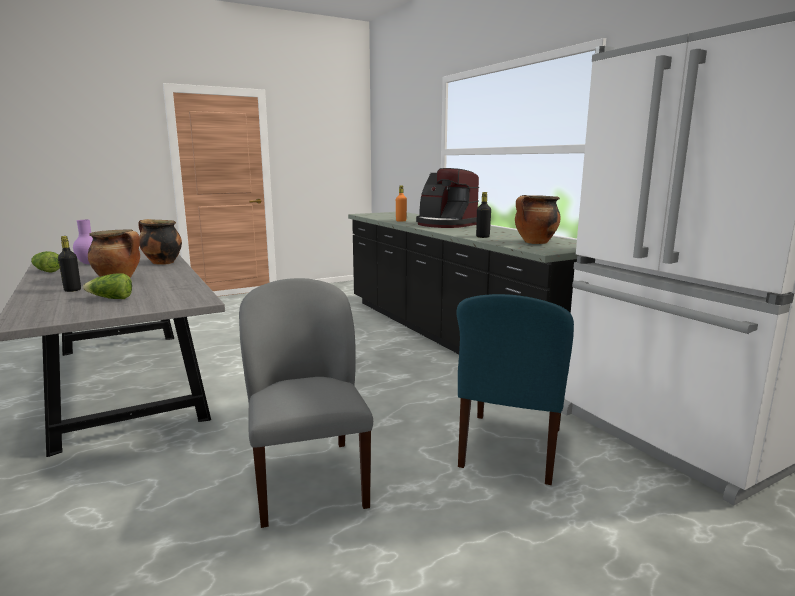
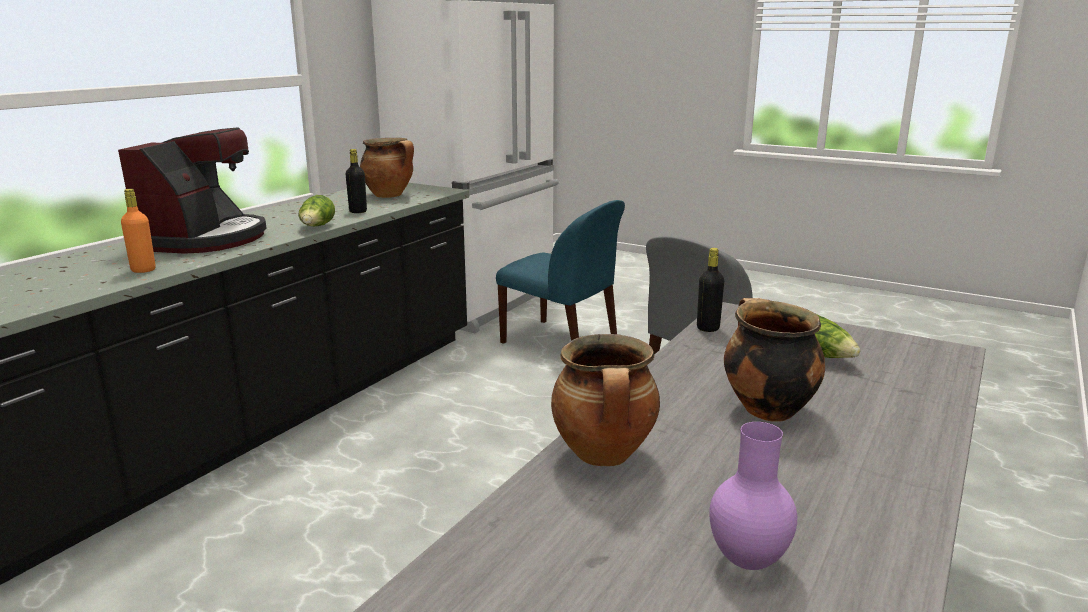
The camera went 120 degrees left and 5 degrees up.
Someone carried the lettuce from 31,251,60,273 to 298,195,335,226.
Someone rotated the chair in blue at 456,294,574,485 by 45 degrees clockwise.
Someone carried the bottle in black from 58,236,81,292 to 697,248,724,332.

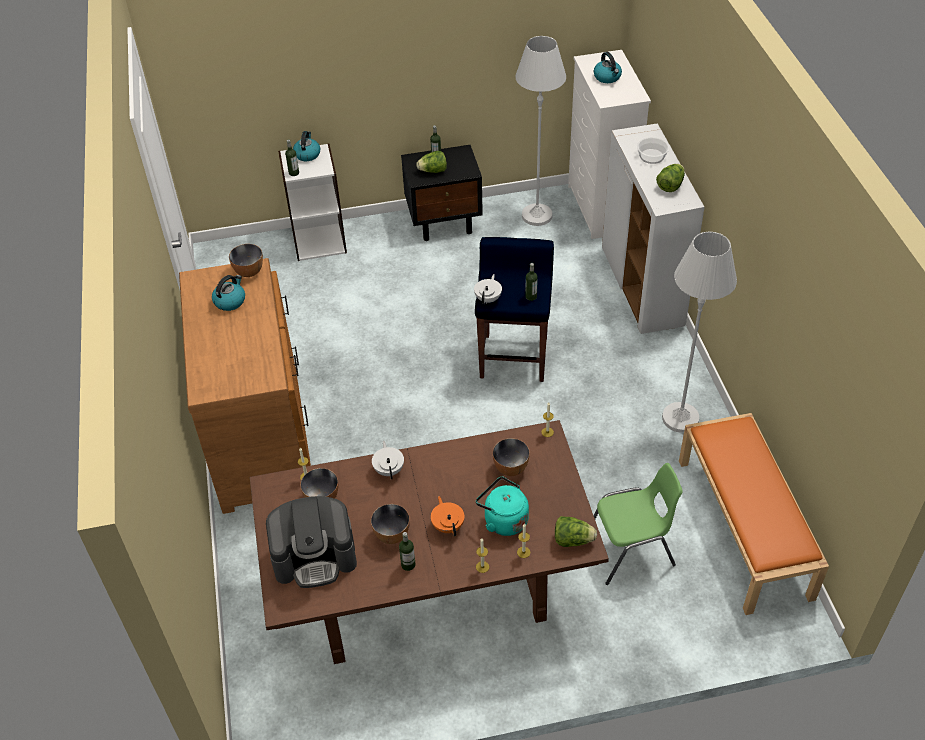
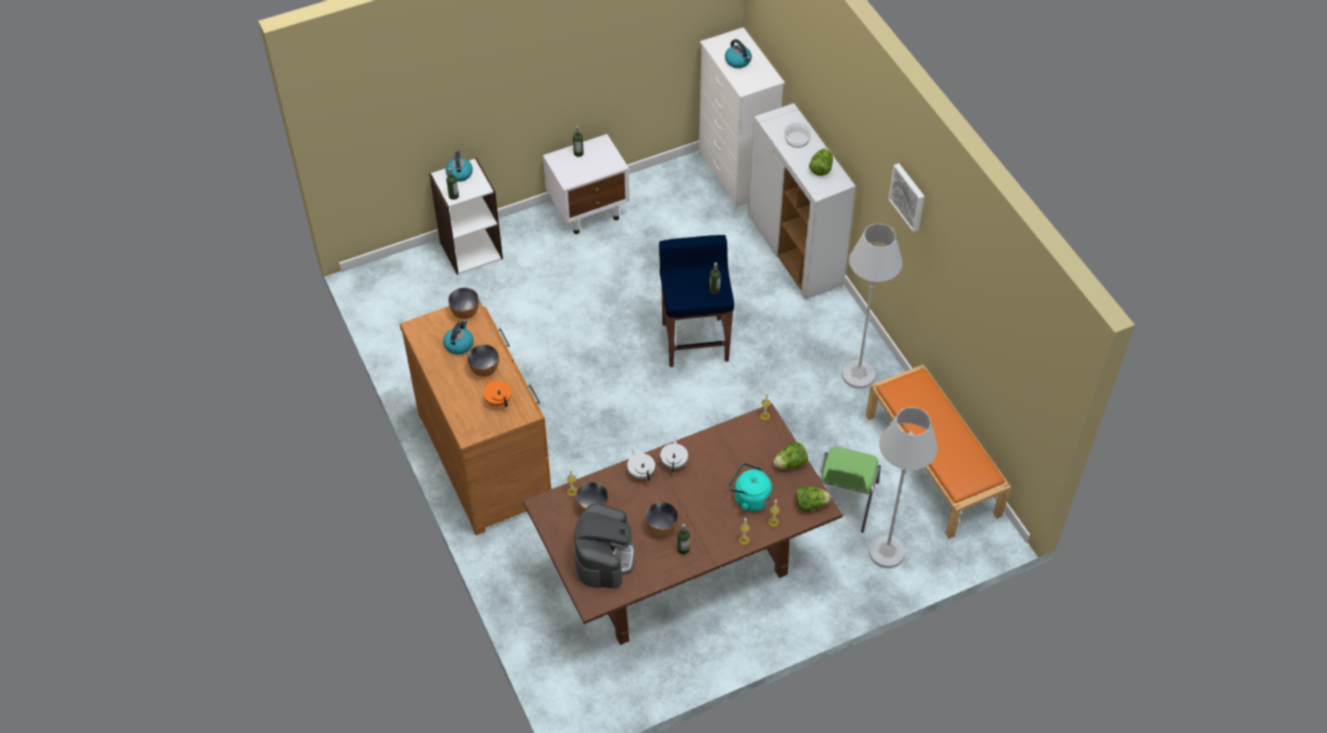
The camera went 15 degrees left and 5 degrees up.
Someone carried the bowl from 493,438,530,476 to 467,344,499,377.
Someone carried the teapot in orange from 431,496,464,536 to 483,377,511,407.
Someone repainted the nightstand in black at 401,145,483,241, which became the nightstand in white at 543,134,630,234.
Someone rotated the coffee machine at 266,496,357,588 by 60 degrees counterclockwise.
Someone carried the teapot in white from 474,274,502,304 to 660,437,688,472.
Someone carried the lettuce from 417,151,447,173 to 773,442,808,469.
Someone rotated the chair in green at 593,463,683,585 by 135 degrees clockwise.
Someone carried the floor lamp in white from 515,36,566,226 to 869,407,938,568.
Someone put up the picture at 888,163,925,232.

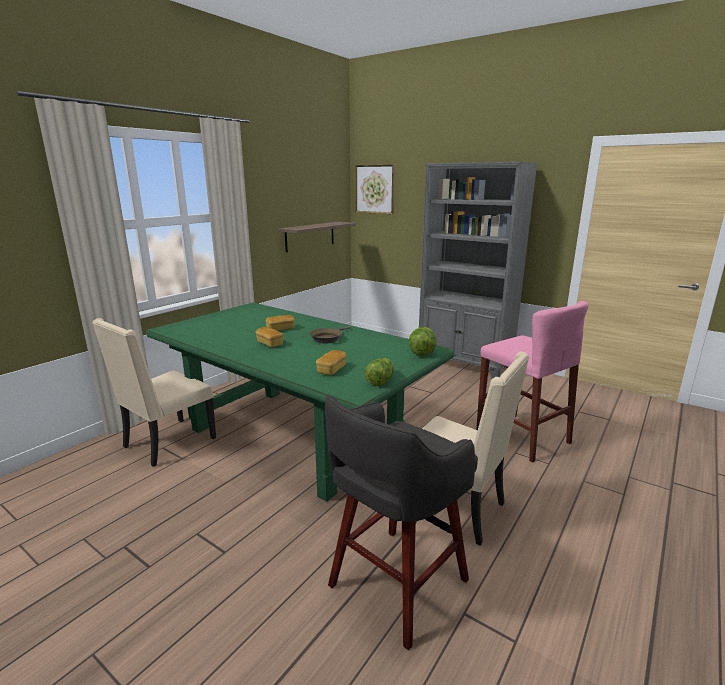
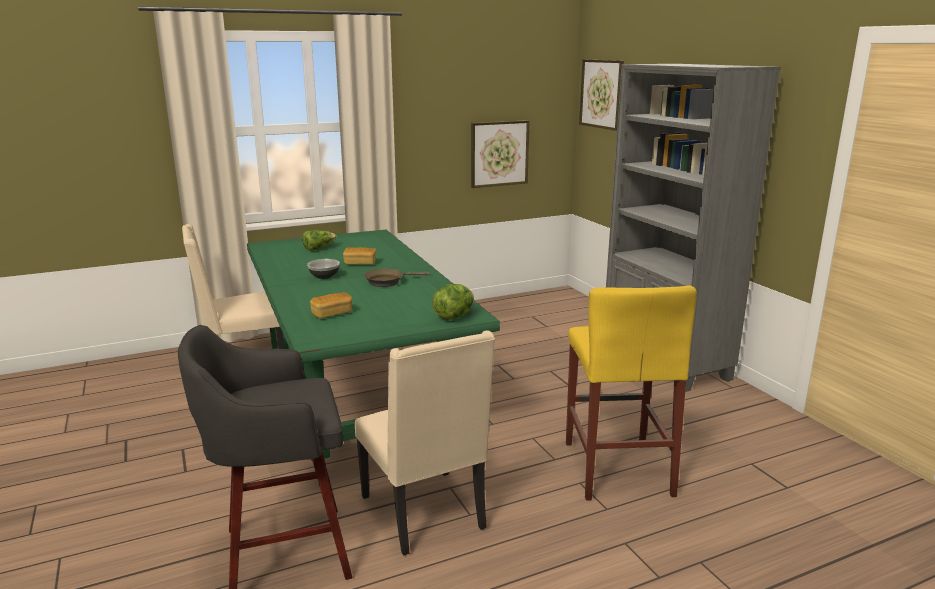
The camera went 30 degrees right and 0 degrees up.
Someone carried the lettuce from 364,358,394,386 to 302,230,337,251.
Someone swapped the bread at 255,327,283,347 for the bowl at 307,259,340,279.
Someone swapped the shelf at 278,222,356,252 for the picture at 471,120,530,188.
Someone repainted the stool in pink at 476,301,589,463, which became the stool in yellow at 566,286,697,501.

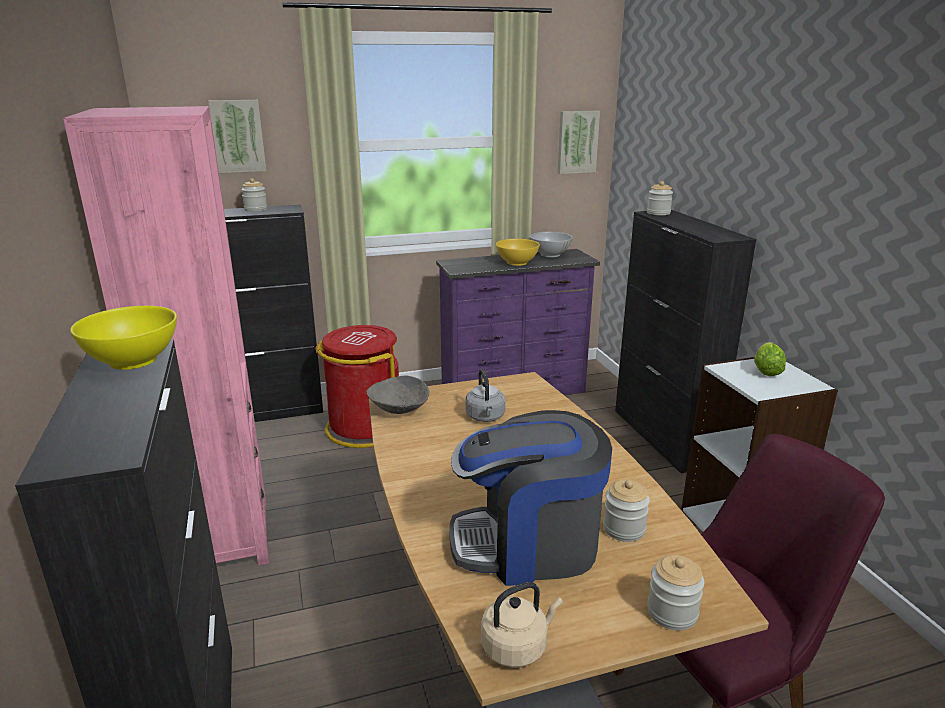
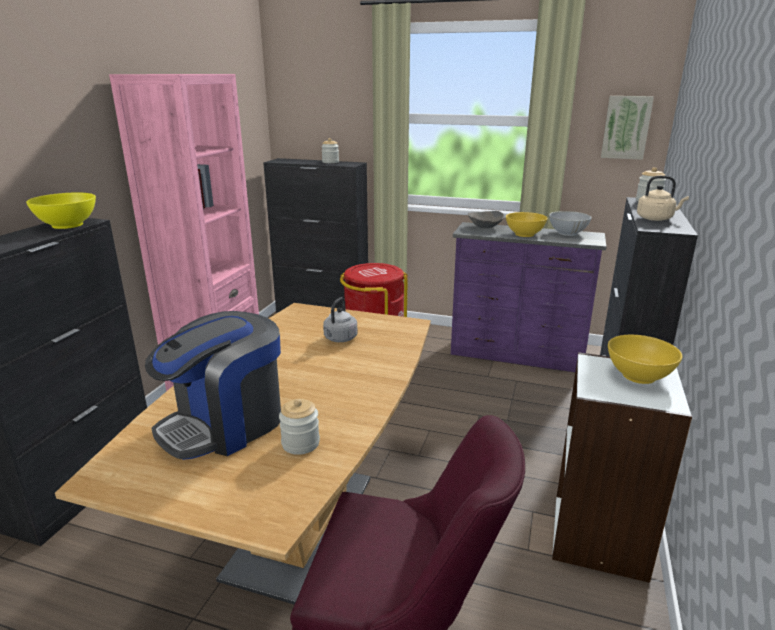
The camera went 35 degrees right and 0 degrees up.
Someone rotated the coffee machine at 449,410,612,586 by 75 degrees counterclockwise.
Someone carried the bowl in grey from 366,376,430,414 to 468,211,504,229.
Someone swapped the lettuce at 754,342,786,376 for the bowl in yellow at 608,335,682,384.
Someone carried the kettle in beige from 481,582,563,668 to 637,176,689,221.
Someone took away the picture at 208,100,266,173.
Someone took away the jar at 647,555,704,630.

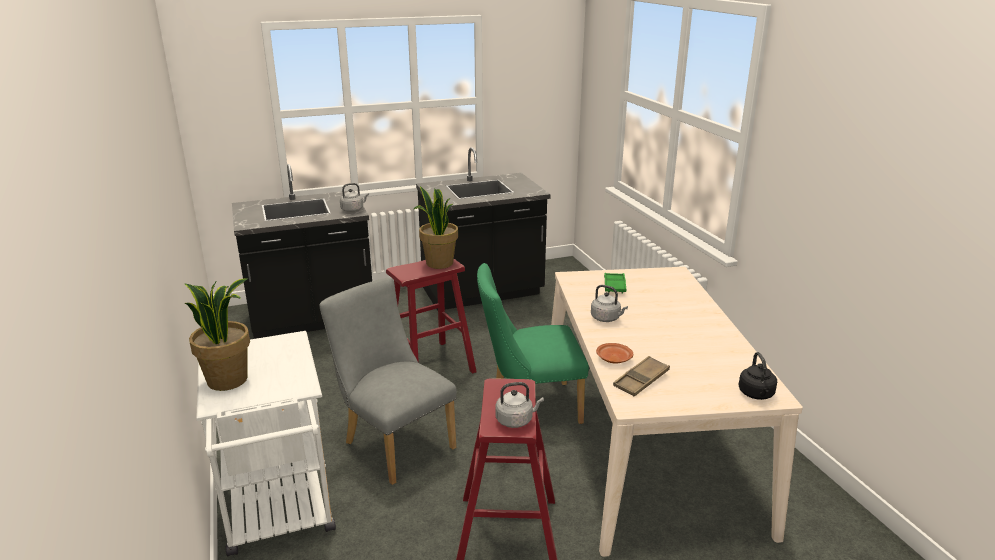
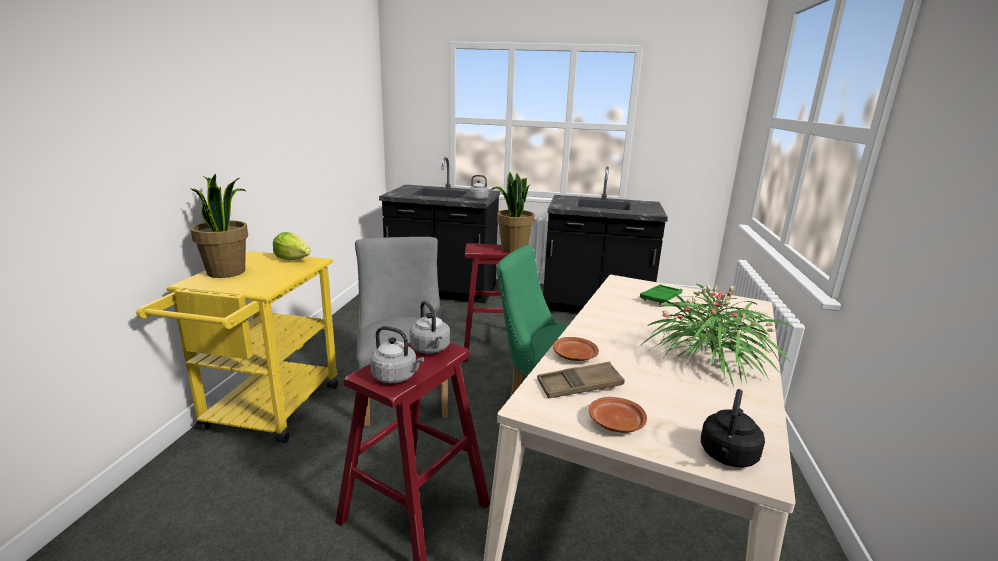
The camera went 30 degrees right and 5 degrees down.
Someone repainted the cart in white at 196,331,336,556, which became the cart in yellow at 136,251,338,443.
Someone put down the lettuce at 273,232,311,261.
Someone carried the kettle in grey from 591,285,628,322 to 409,301,450,354.
Someone put down the plate in brown at 589,397,647,433.
Someone put down the potted plant at 639,284,794,388.

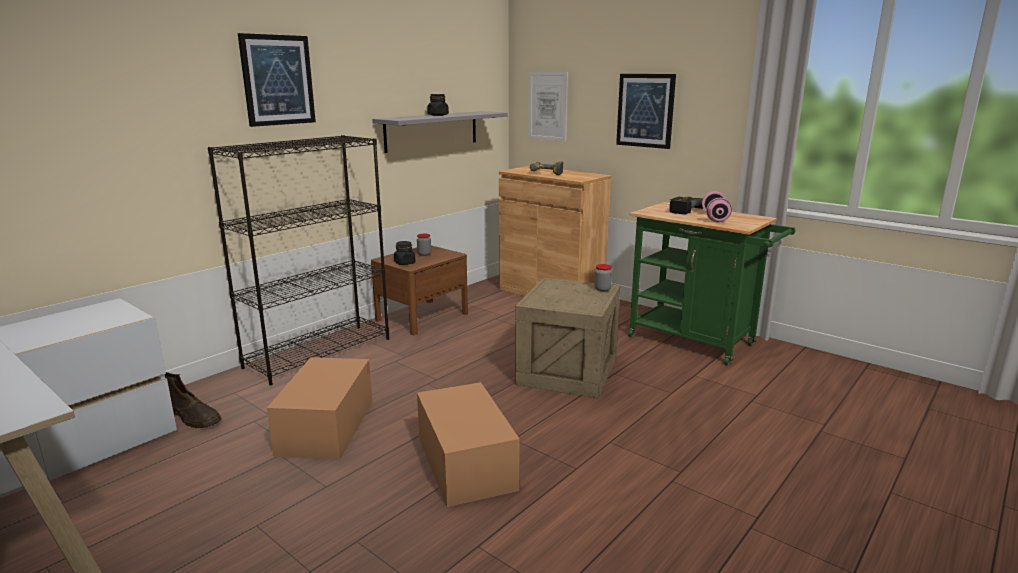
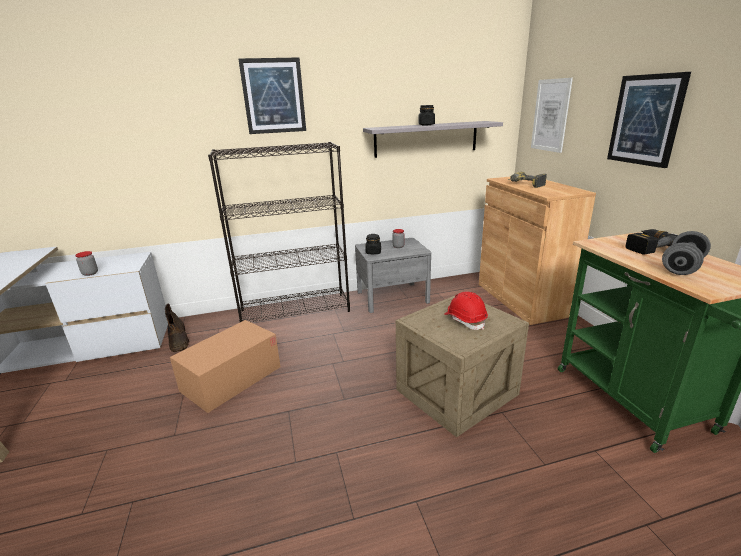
The camera went 35 degrees right and 5 degrees up.
Someone carried the jar from 594,264,612,291 to 75,251,98,276.
Someone repainted the nightstand in brown at 371,246,468,335, which became the nightstand in grey at 355,238,431,313.
Someone put down the hard hat in red at 444,292,488,330.
Someone repainted the dumbbell in pink at 702,191,732,222, which became the dumbbell in grey at 662,231,711,275.
Someone took away the cardboard box at 417,382,520,507.

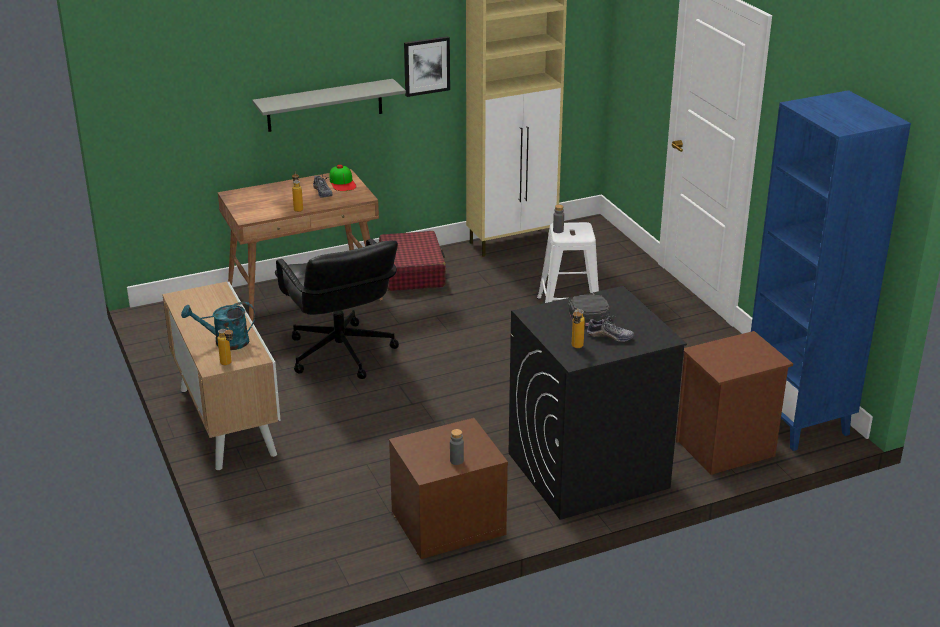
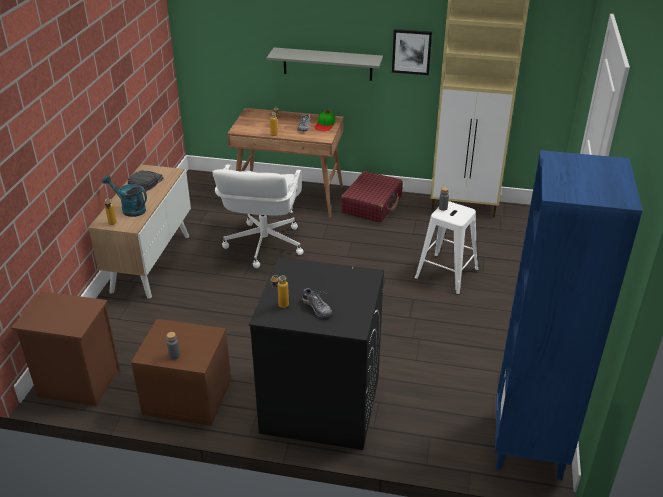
The camera went 35 degrees right and 5 degrees up.
Someone carried the nightstand in brown from 676,331,793,475 to 11,291,120,406.
Someone carried the cap in black from 568,294,610,326 to 127,170,164,192.
Someone repainted the office chair in black at 275,239,399,379, which became the office chair in white at 212,164,303,268.

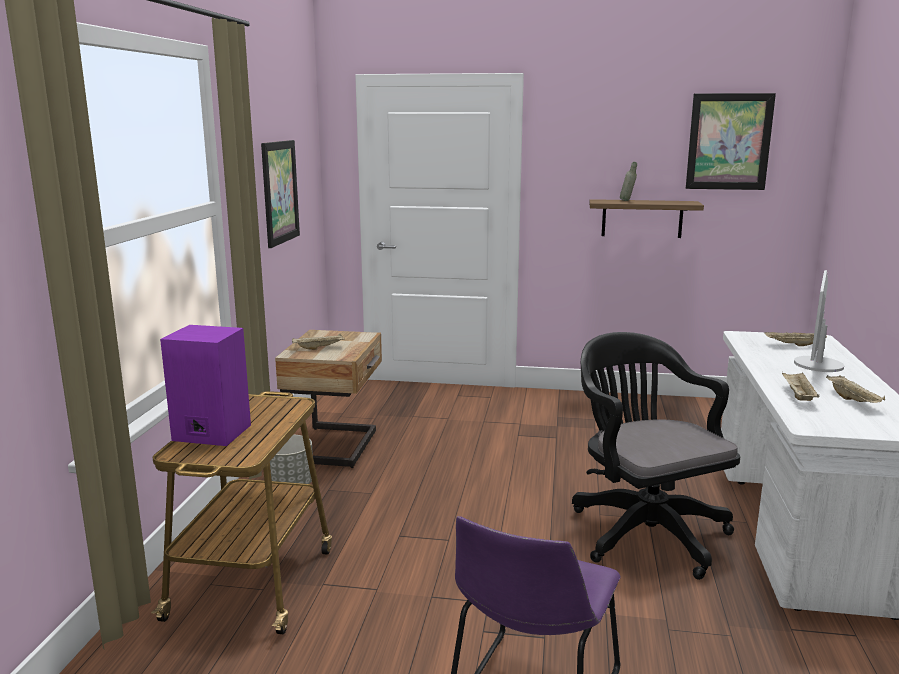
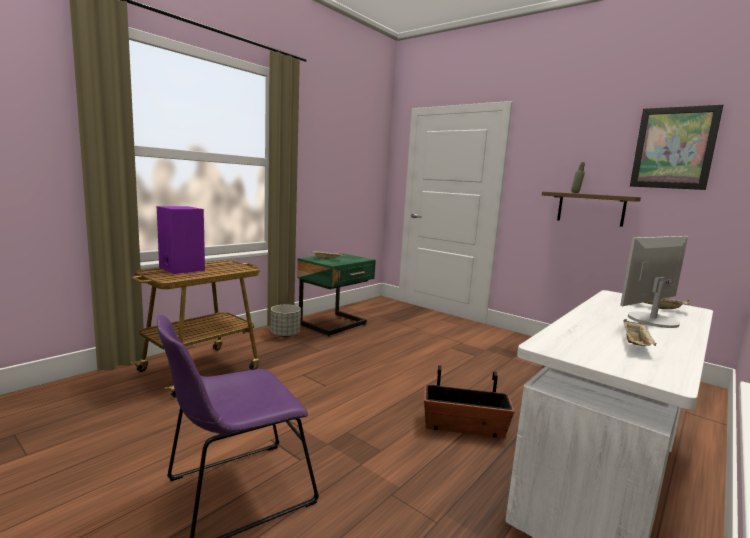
The camera went 30 degrees right and 5 degrees down.
Someone repainted the nightstand in beige at 275,330,382,468, which became the nightstand in green at 297,253,376,337.
Someone swapped the office chair in black at 572,332,740,580 for the planter at 424,365,515,438.
Someone took away the picture at 261,140,300,248.
Someone took away the tray in beige at 782,373,819,401.

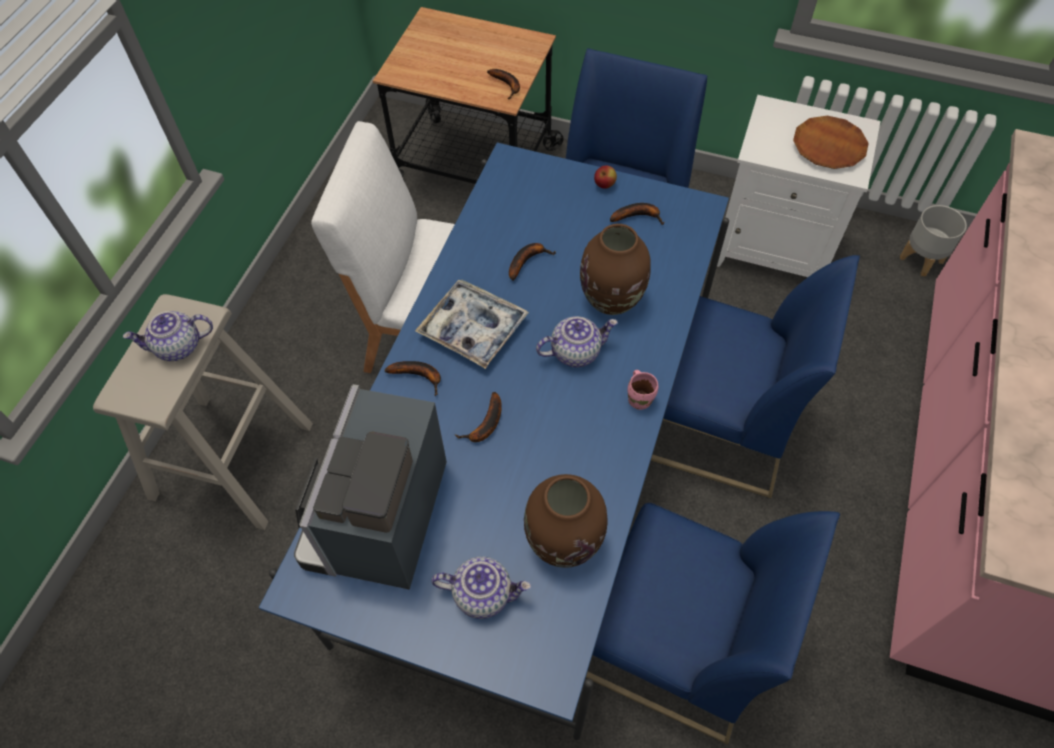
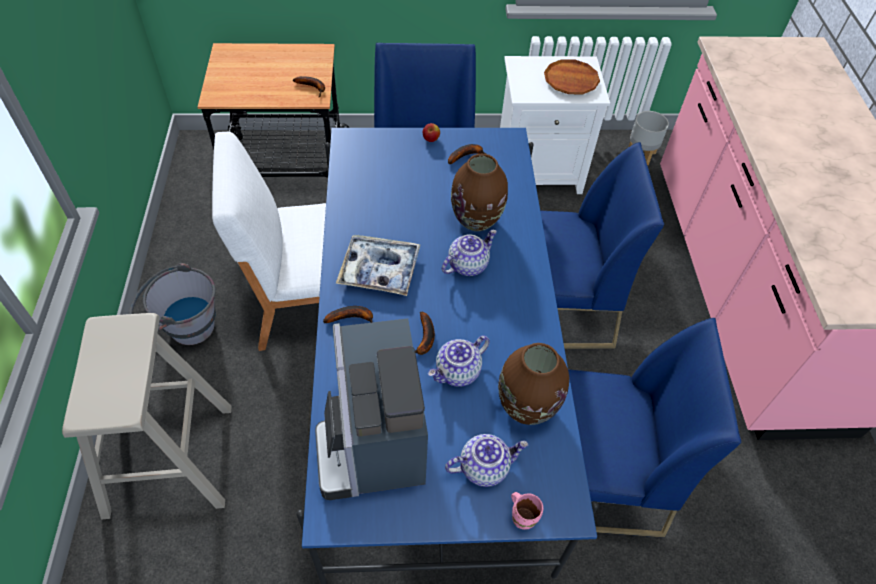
The camera went 25 degrees left and 5 degrees down.
Someone put down the bucket in grey at 129,263,216,345.
Someone carried the teapot from 123,311,213,361 to 428,335,490,387.
Someone carried the mug in pink from 628,370,658,410 to 511,492,543,530.
Someone took away the banana at 509,243,556,281.

